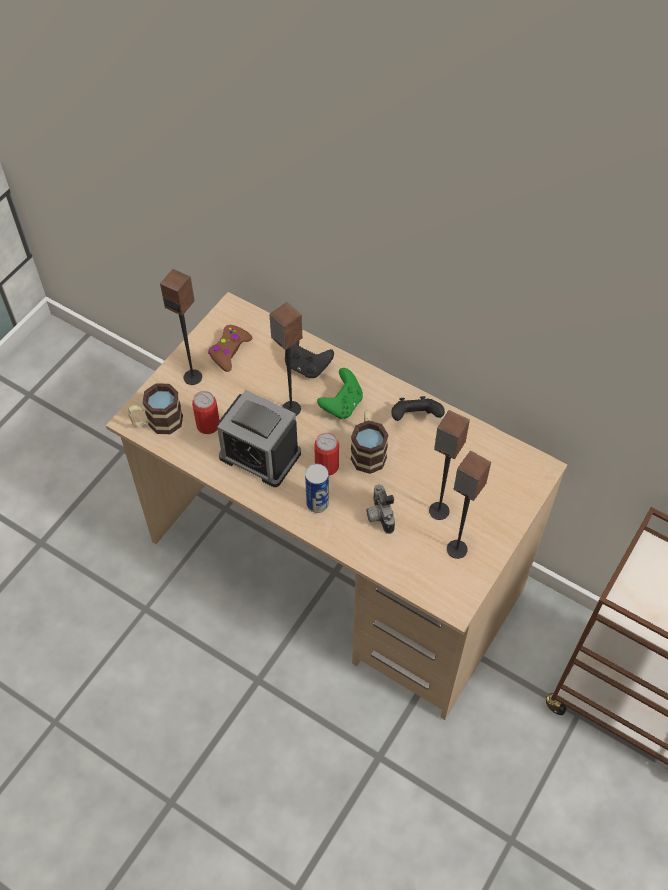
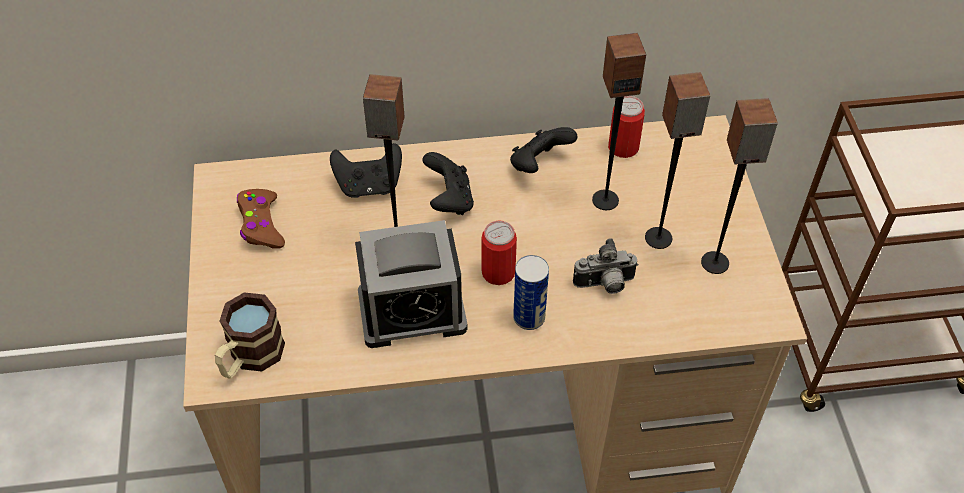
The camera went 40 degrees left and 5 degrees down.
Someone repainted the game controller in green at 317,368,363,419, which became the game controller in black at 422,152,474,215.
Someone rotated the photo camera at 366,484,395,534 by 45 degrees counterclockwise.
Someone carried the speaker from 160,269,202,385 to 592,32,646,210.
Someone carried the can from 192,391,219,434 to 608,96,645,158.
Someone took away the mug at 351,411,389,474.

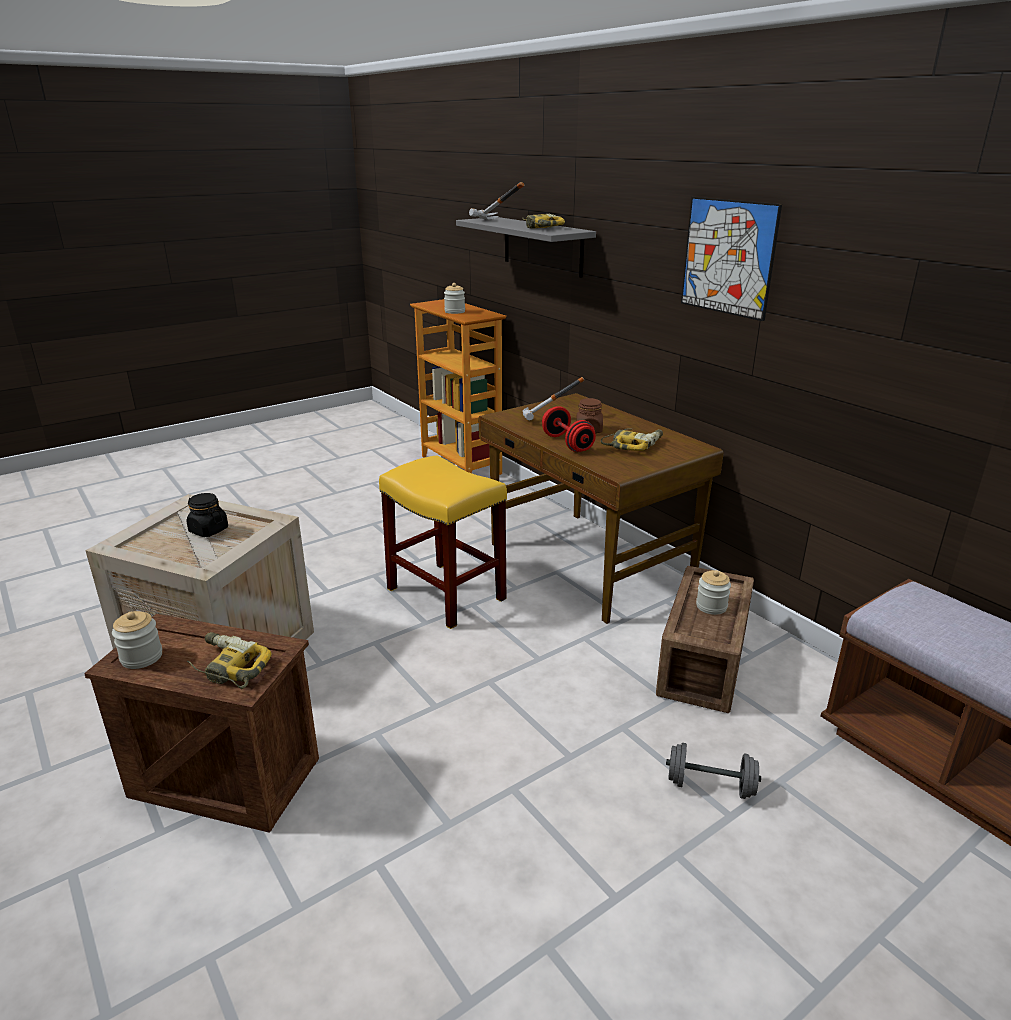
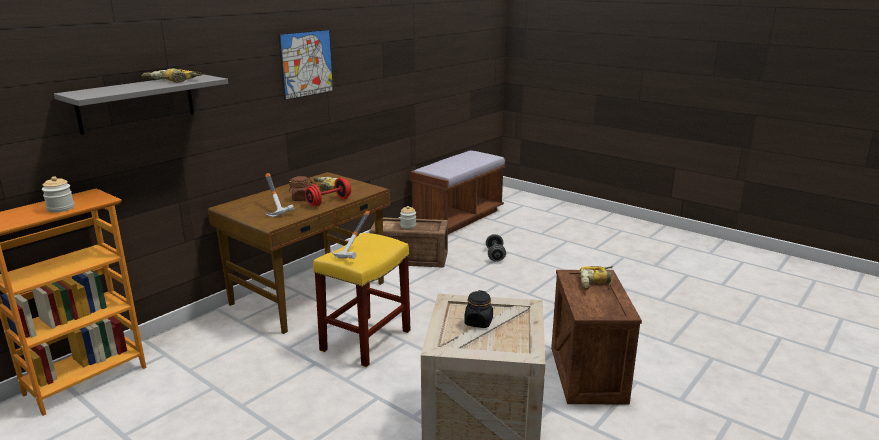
The camera went 105 degrees left and 5 degrees down.
Someone carried the hammer from 469,182,524,220 to 332,211,370,259.
Someone took away the jar at 112,611,162,669.

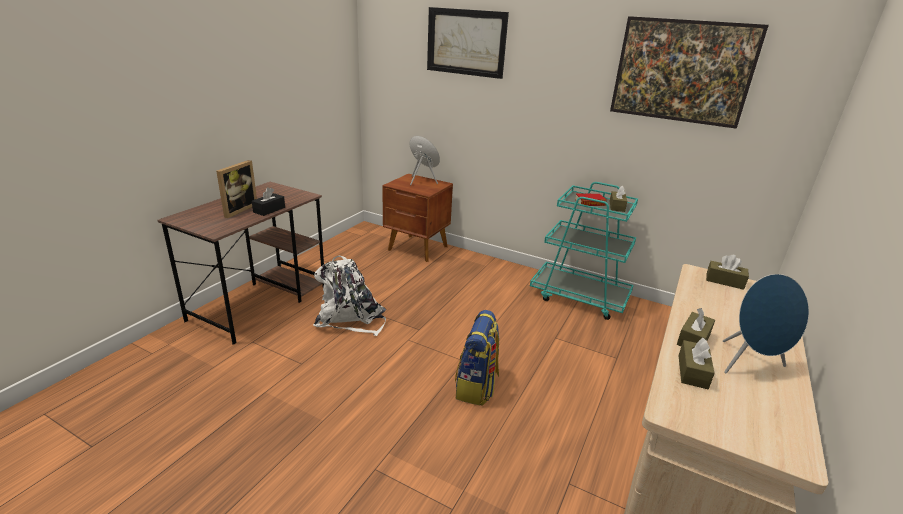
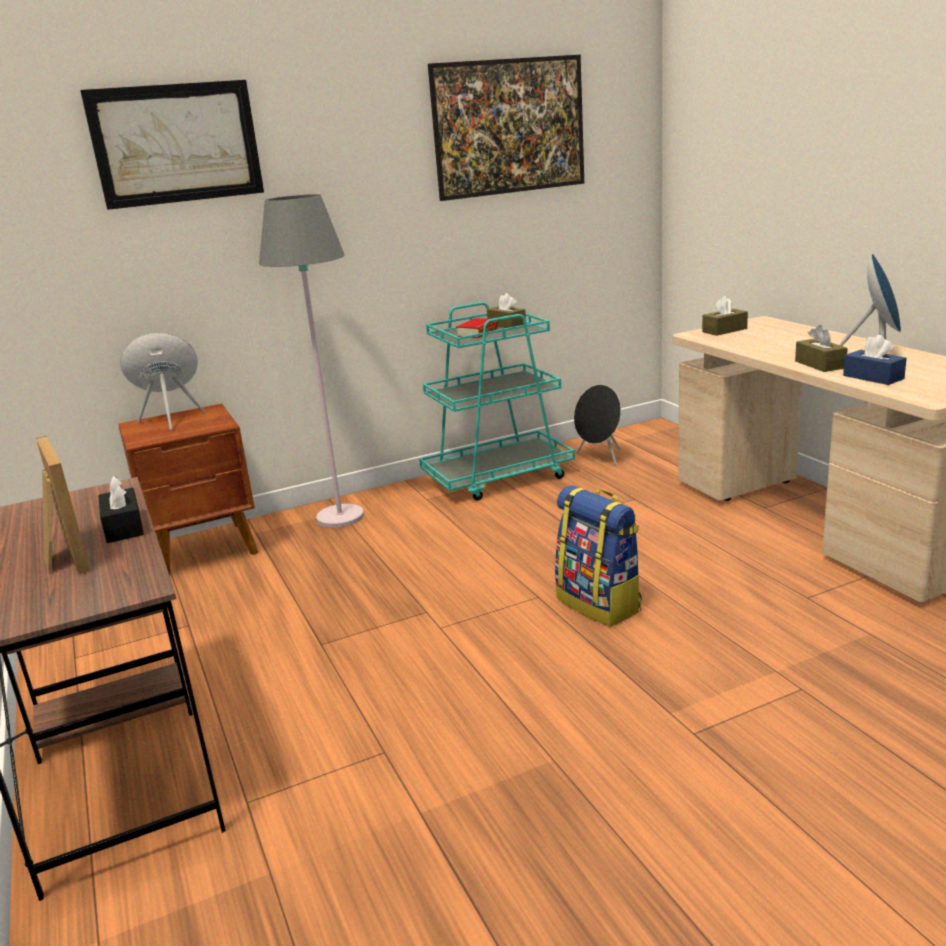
The camera went 50 degrees left and 5 degrees down.
Someone put down the floor lamp in grey at 259,194,364,528.
Someone put down the speaker in black at 574,384,621,466.
Someone repainted the tissue box in brown at 678,338,715,389, which became the tissue box in blue at 843,335,907,385.
Someone took away the backpack in white at 313,256,386,336.

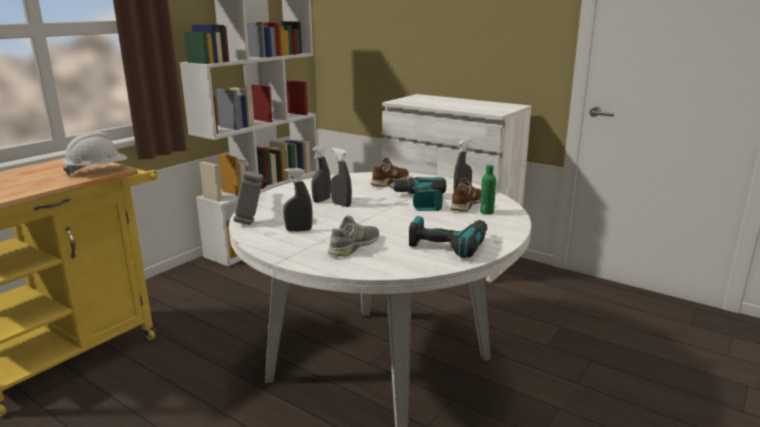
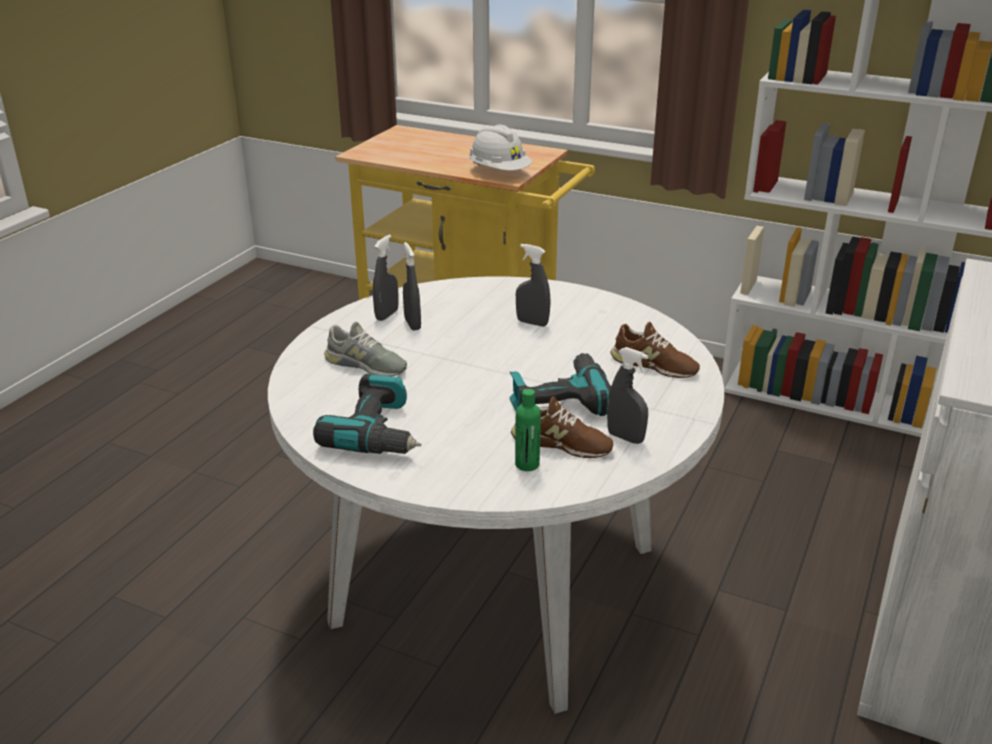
The camera went 80 degrees right and 10 degrees up.
Someone carried the spray bottle in grey from 331,148,352,207 to 373,235,399,321.
Someone took away the hammer at 233,171,267,225.

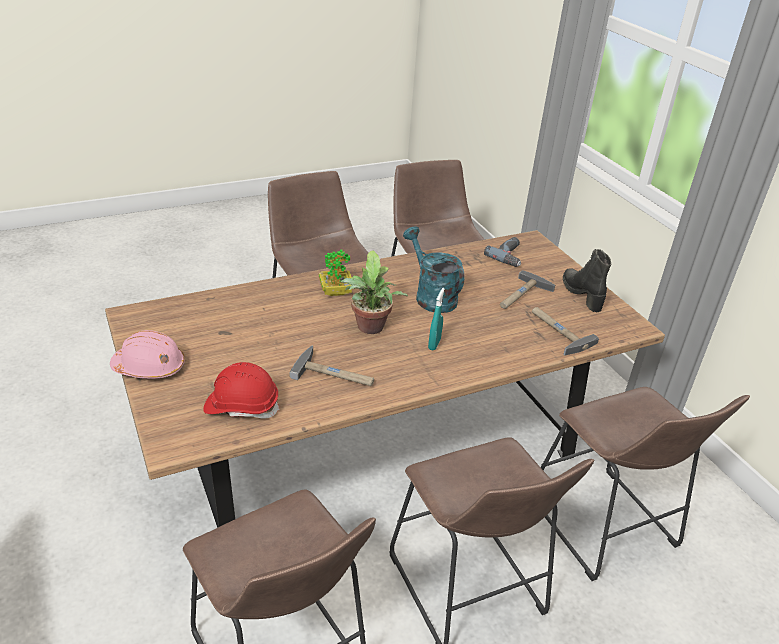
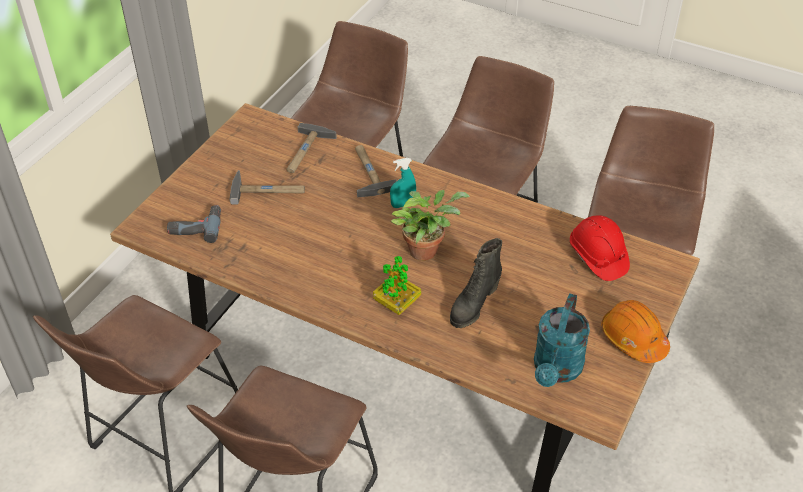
The camera went 125 degrees left and 10 degrees up.
Someone carried the hammer from 289,345,374,386 to 355,145,397,197.
Someone carried the boot in black from 563,249,611,312 to 450,238,502,328.
Someone carried the watering can in turquoise from 403,226,464,313 to 534,293,590,387.
Someone repainted the hard hat in pink at 110,330,185,379, which became the hard hat in orange at 601,300,670,363.

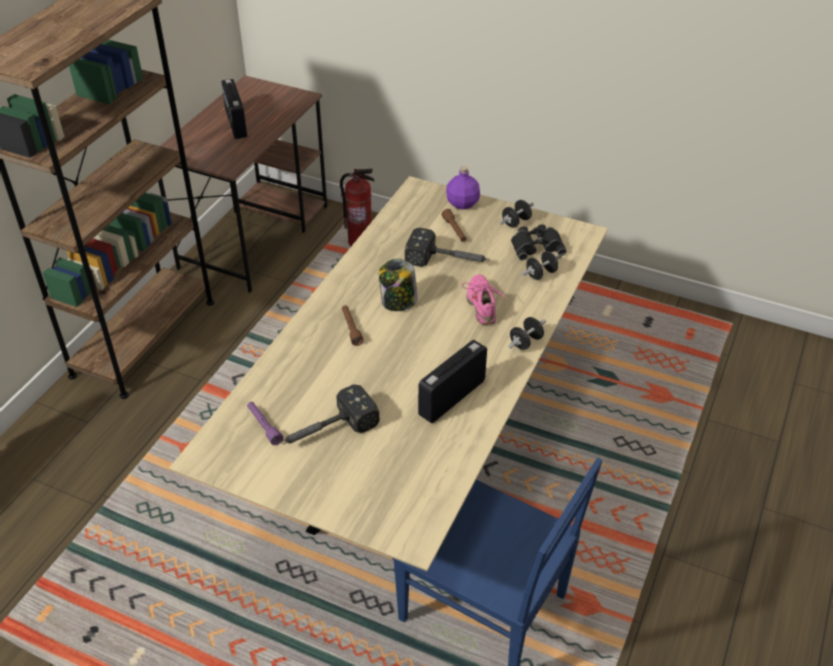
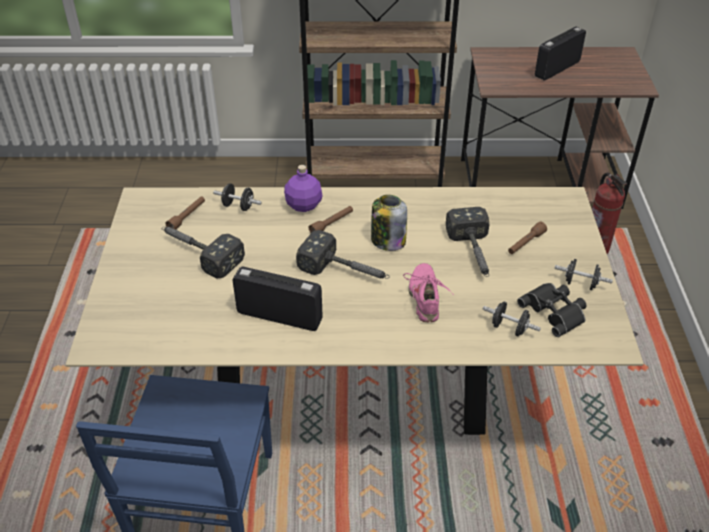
The camera went 65 degrees right and 0 degrees up.
Someone repainted the flashlight in purple at 247,402,283,445, which became the flashlight in brown at 165,196,205,230.
Someone carried the dumbbell in black from 508,317,546,350 to 213,183,262,211.
Someone carried the bottle in purple from 446,166,480,210 to 284,165,323,212.
Someone put down the hammer at 296,230,390,279.
Someone rotated the shoe in pink at 462,274,508,325 by 60 degrees counterclockwise.

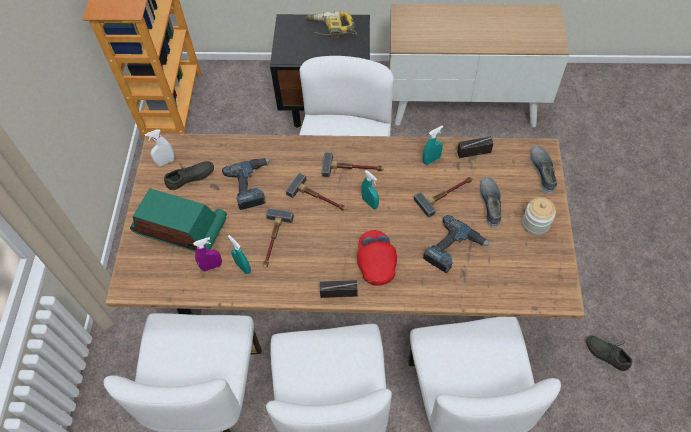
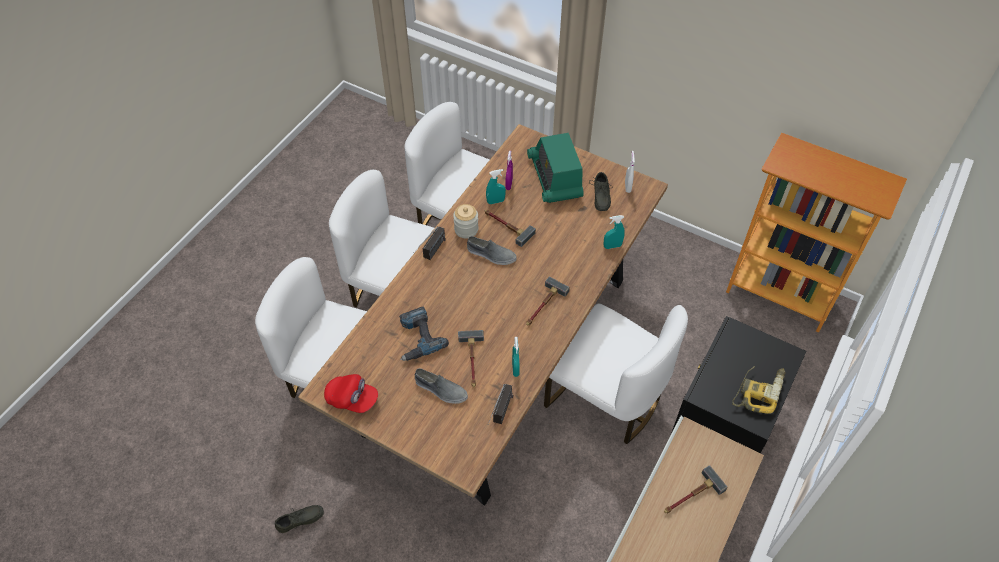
The camera went 115 degrees right and 5 degrees down.
Someone carried the cap in red from 357,230,397,285 to 324,374,378,413.
Someone carried the jar from 522,197,556,235 to 453,204,479,239.
Someone carried the shoe in grey from 530,145,557,194 to 467,236,516,265.
Someone rotated the radio at 130,188,227,252 by 120 degrees clockwise.
Someone carried the spray bottle in turquoise from 361,170,379,209 to 604,215,625,249.
Someone carried the hammer from 286,173,347,211 to 664,465,728,513.
Someone took away the power drill at 222,158,271,210.

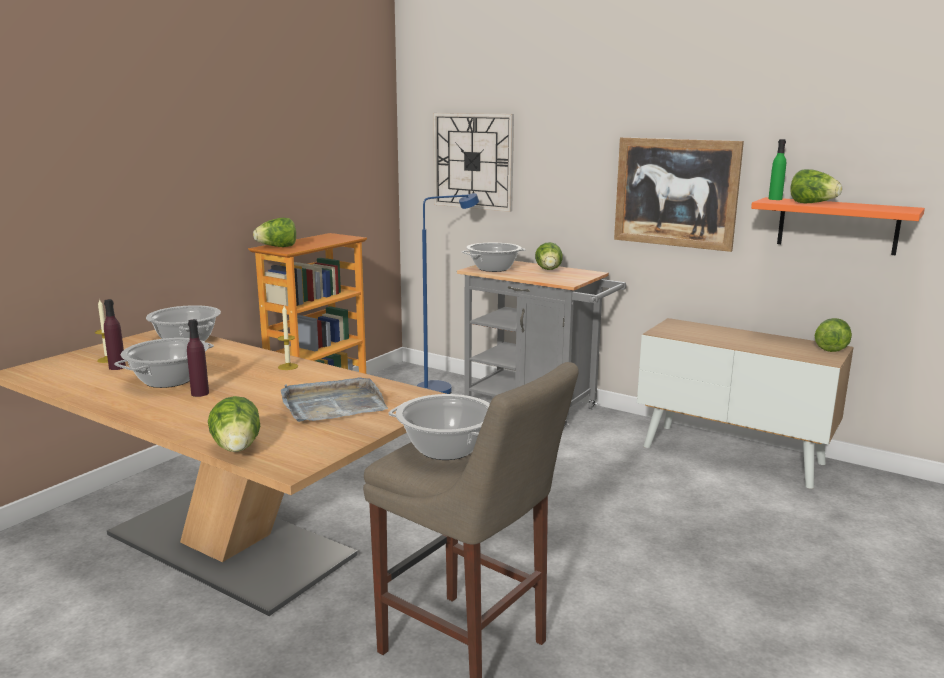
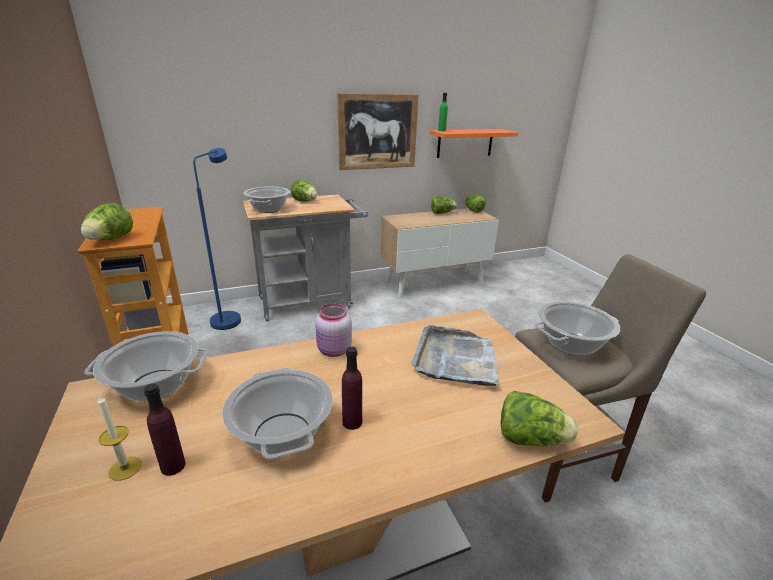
The camera went 55 degrees left and 10 degrees up.
Someone swapped the candle at 278,306,298,370 for the jar in pink at 315,304,352,357.
Someone carried the lettuce from 790,169,842,203 to 431,196,457,214.
Someone took away the wall clock at 433,113,514,212.

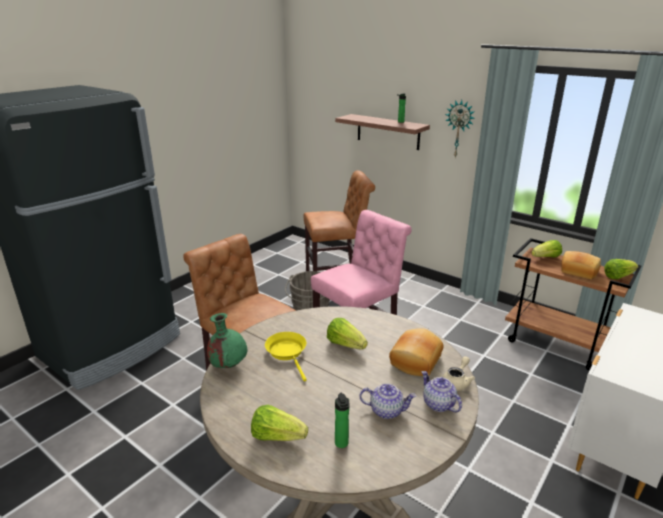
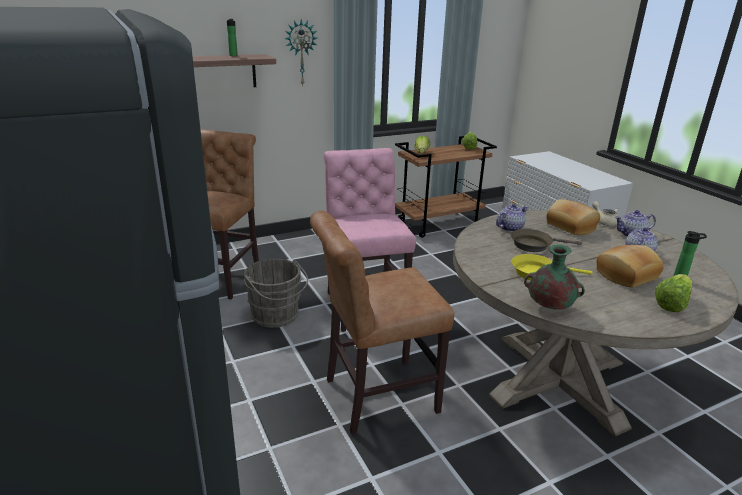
The camera went 65 degrees left and 0 degrees up.
Someone put down the teapot at 496,204,528,232.
Someone swapped the lettuce at 327,318,368,350 for the frying pan in brown at 510,229,582,252.
Someone carried the bread from 561,251,601,279 to 596,245,663,288.

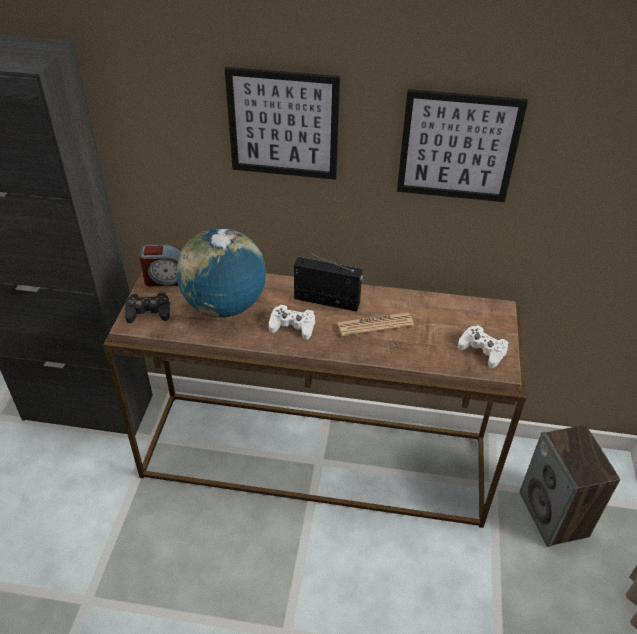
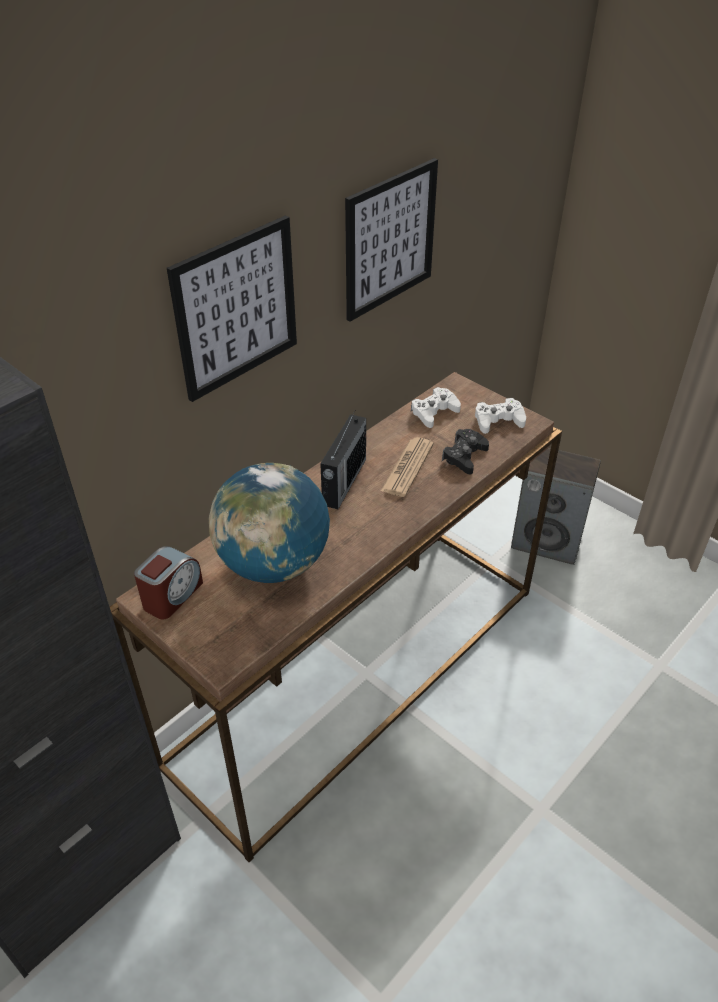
The camera went 55 degrees left and 0 degrees up.
Someone rotated the radio at 294,252,364,312 by 150 degrees clockwise.
Someone carried the game controller in white from 269,304,315,340 to 411,387,461,428.
Someone carried the game controller in black from 125,292,170,323 to 442,429,489,474.

